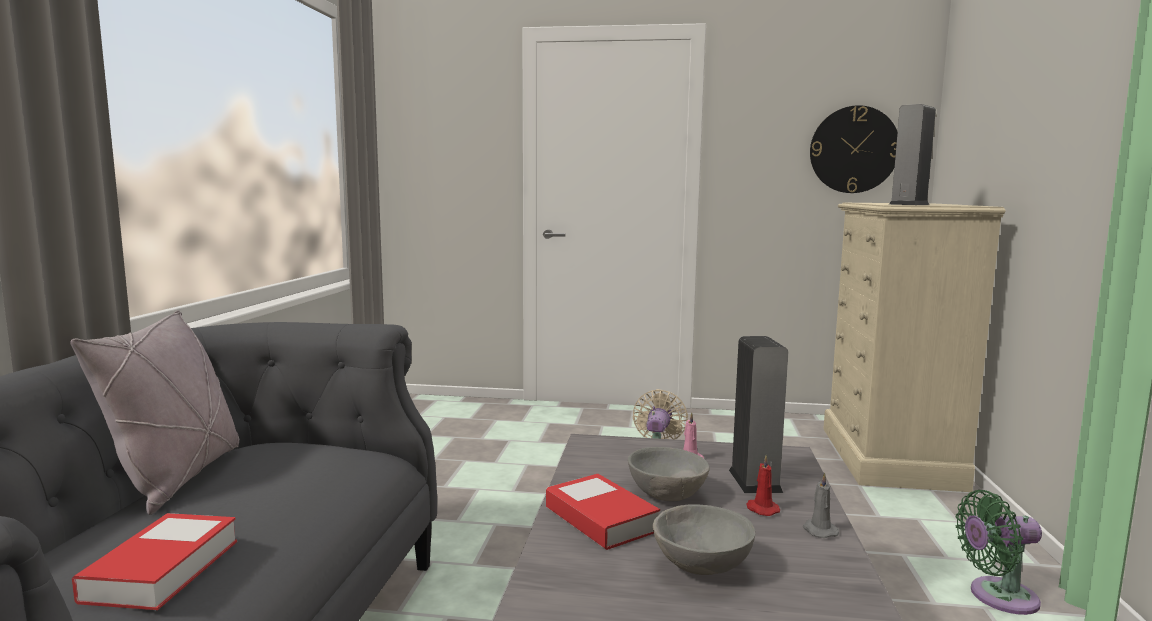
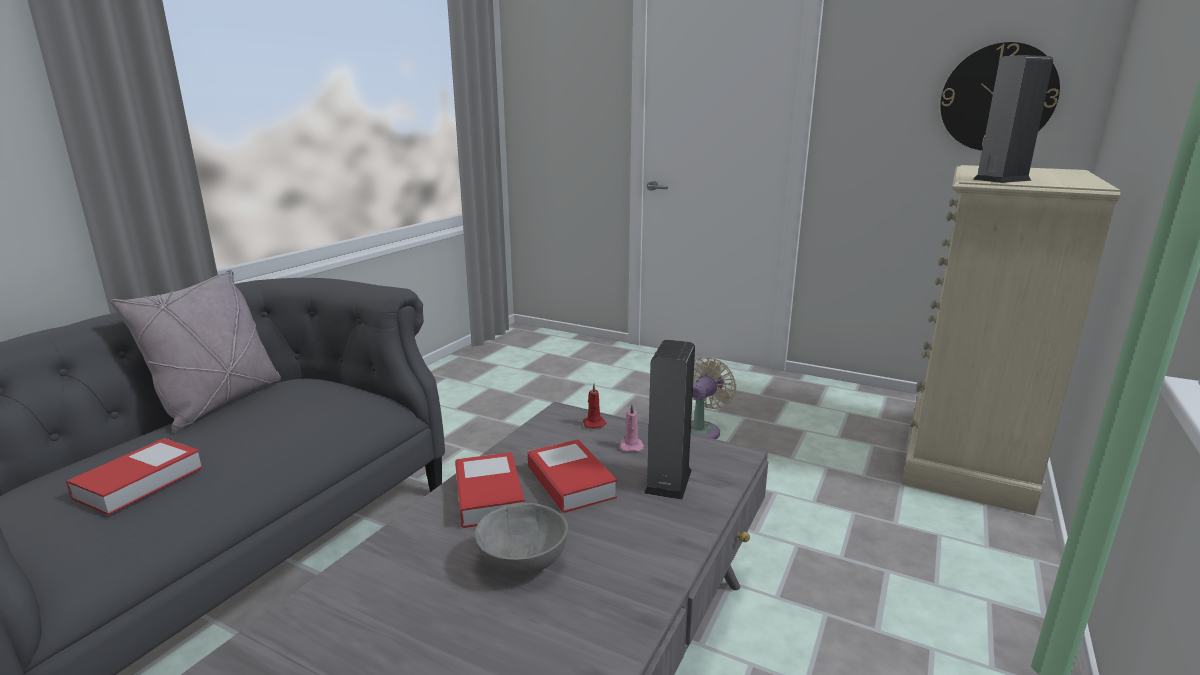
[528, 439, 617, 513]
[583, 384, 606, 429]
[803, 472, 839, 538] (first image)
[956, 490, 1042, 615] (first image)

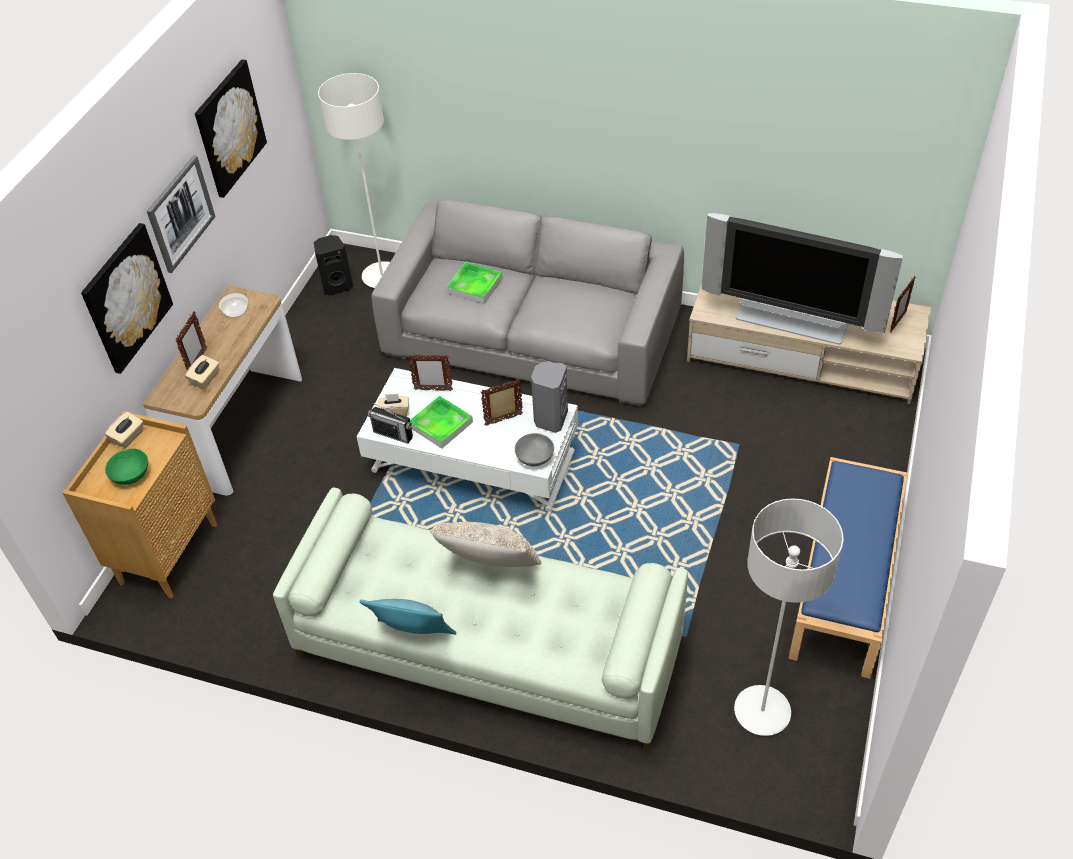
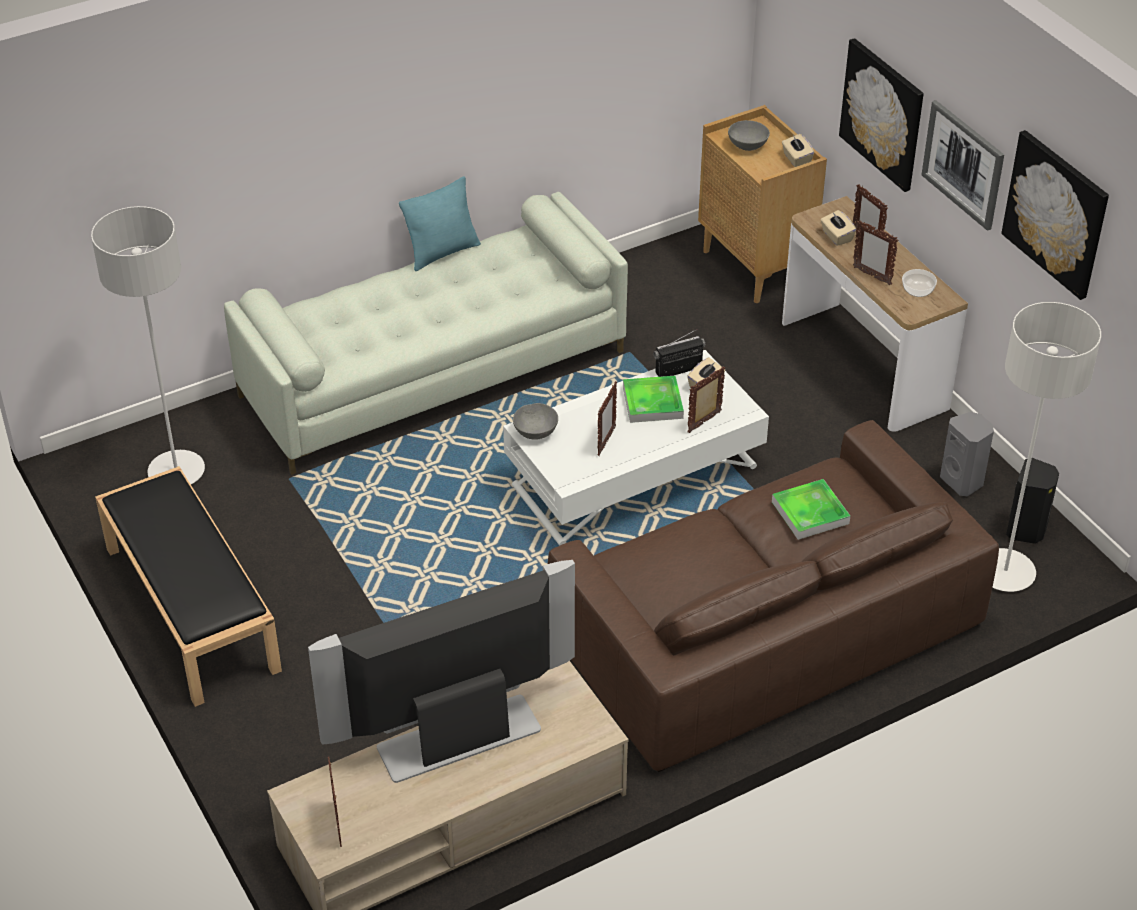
[95, 466, 282, 707]
[548, 420, 999, 772]
[728, 120, 770, 151]
[853, 220, 898, 285]
[940, 412, 994, 496]
[430, 522, 542, 567] (first image)

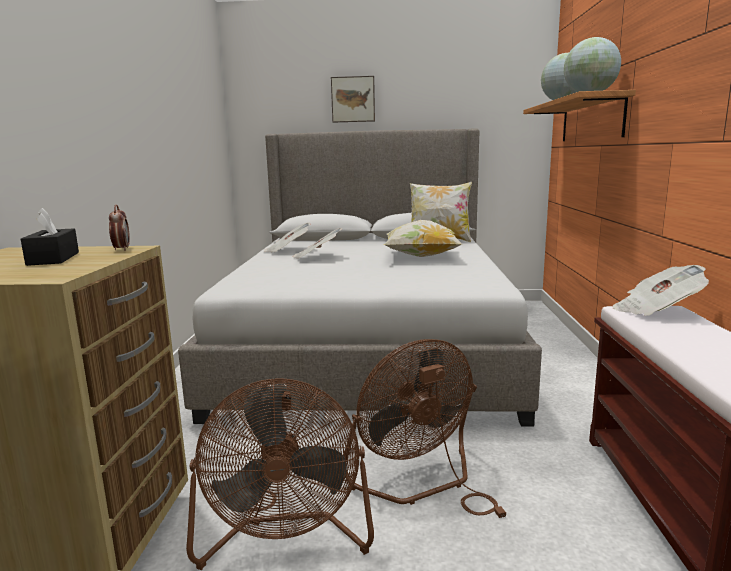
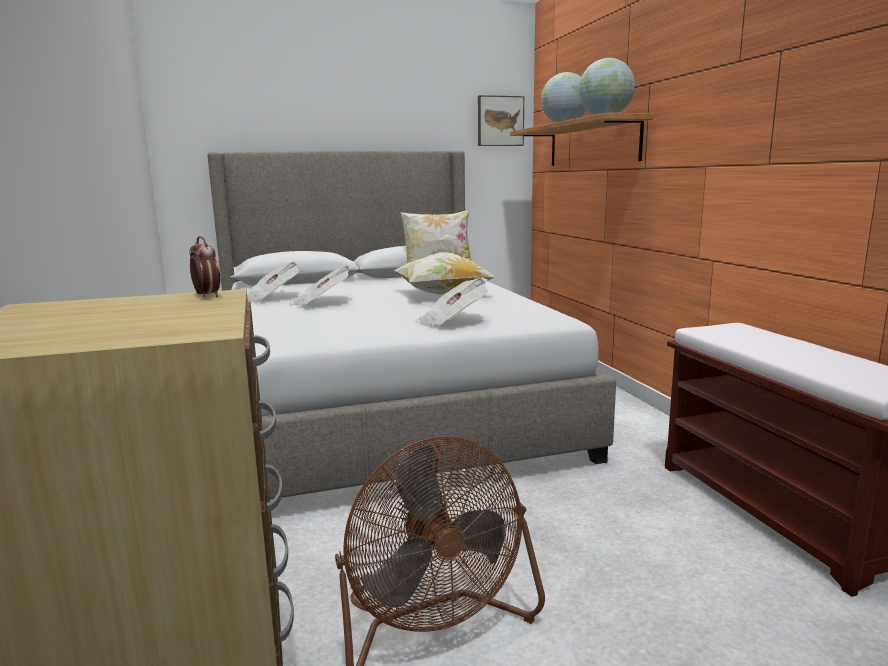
[415, 278, 488, 325]
[478, 95, 524, 146]
[21, 208, 79, 266] (first image)
[344, 339, 506, 518] (first image)

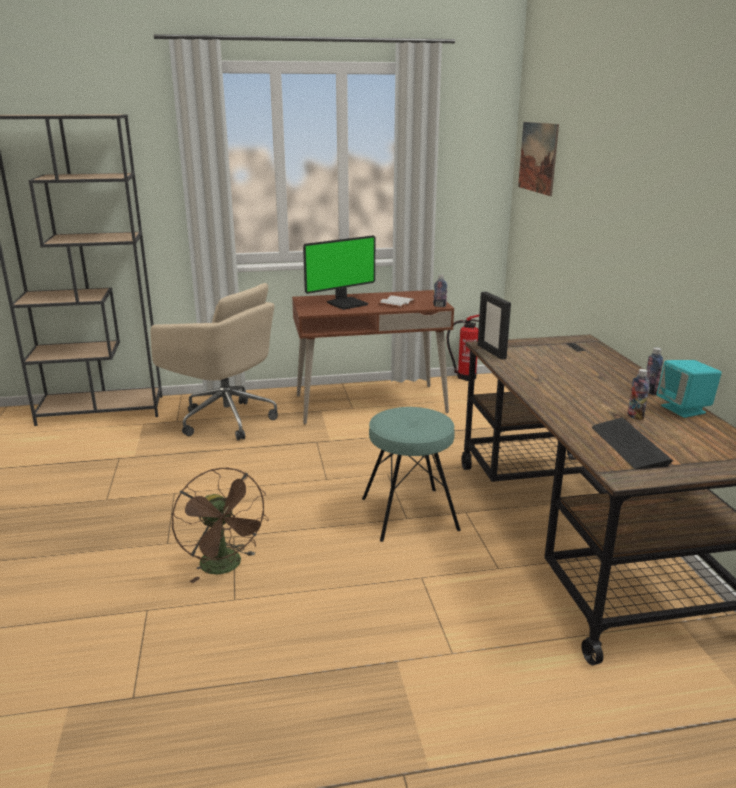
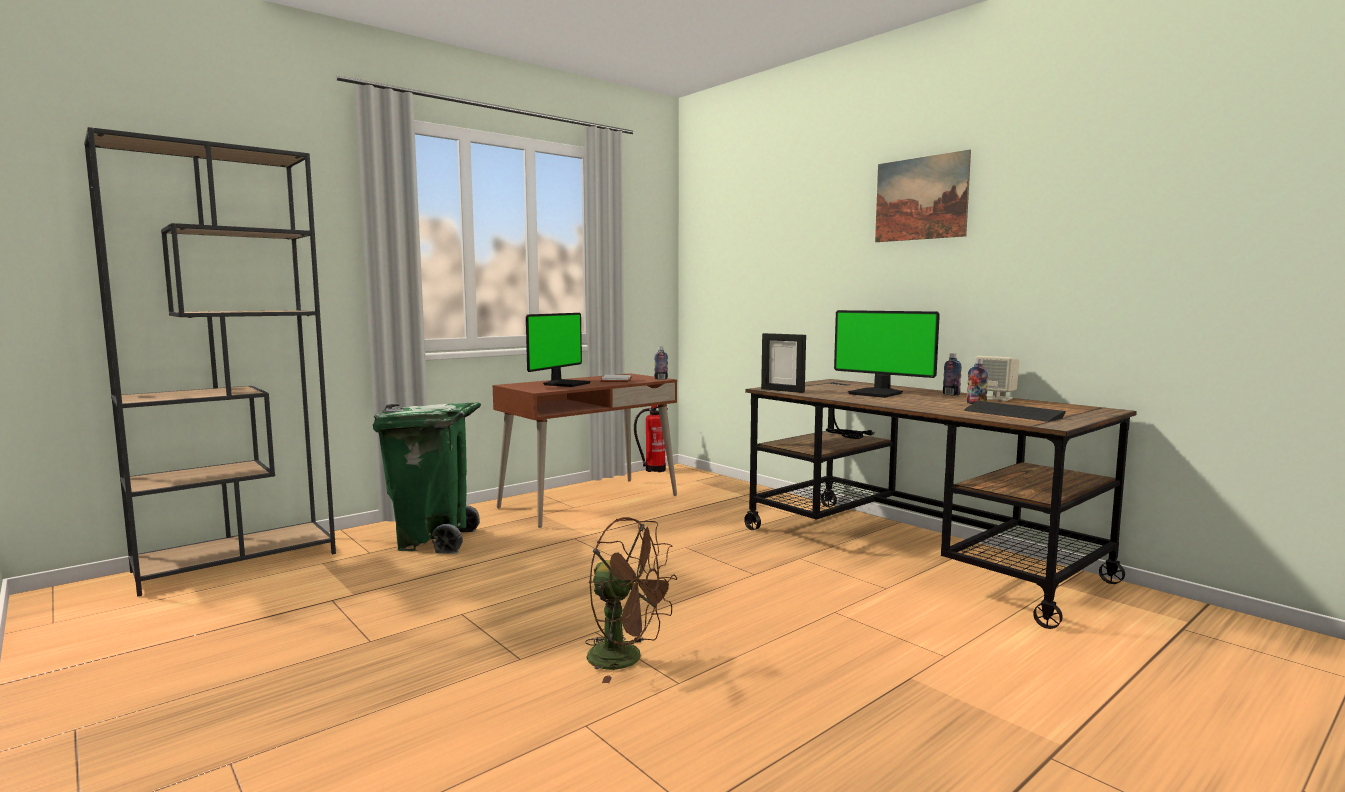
[373, 403, 481, 554]
[834, 310, 940, 398]
[875, 150, 971, 242]
[975, 356, 1019, 401]
[362, 407, 461, 542] (first image)

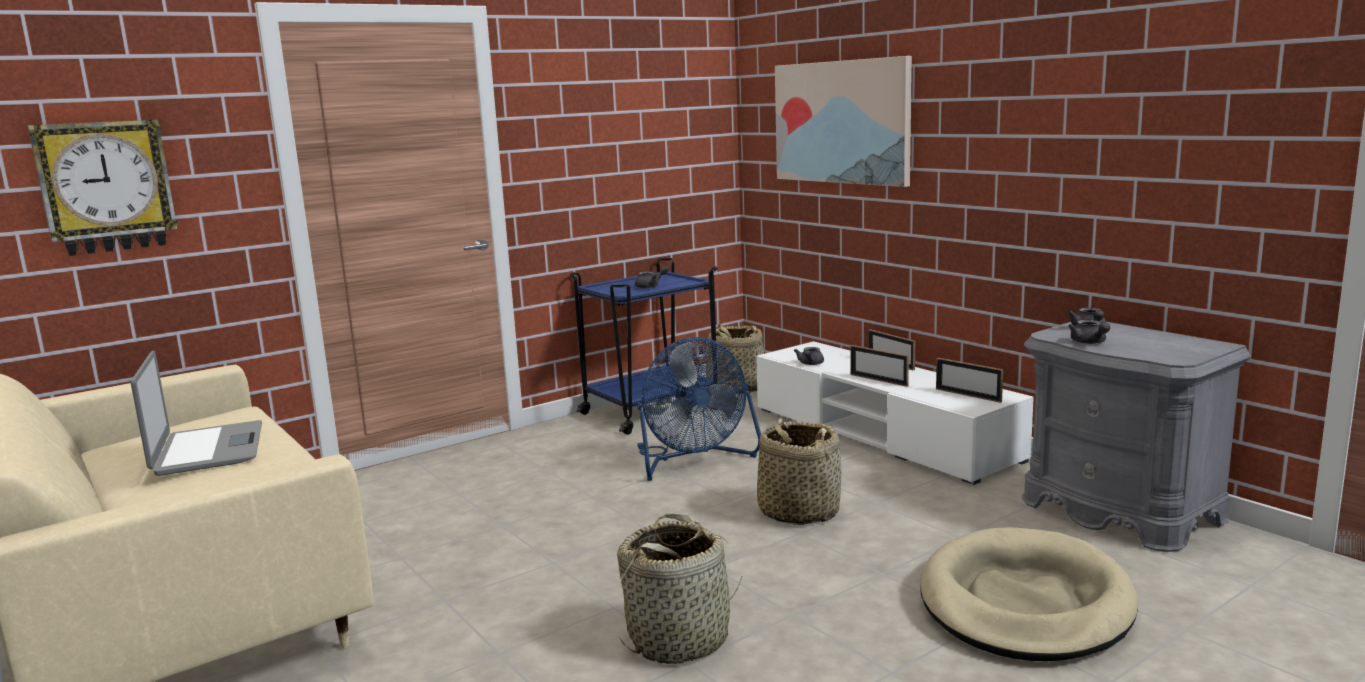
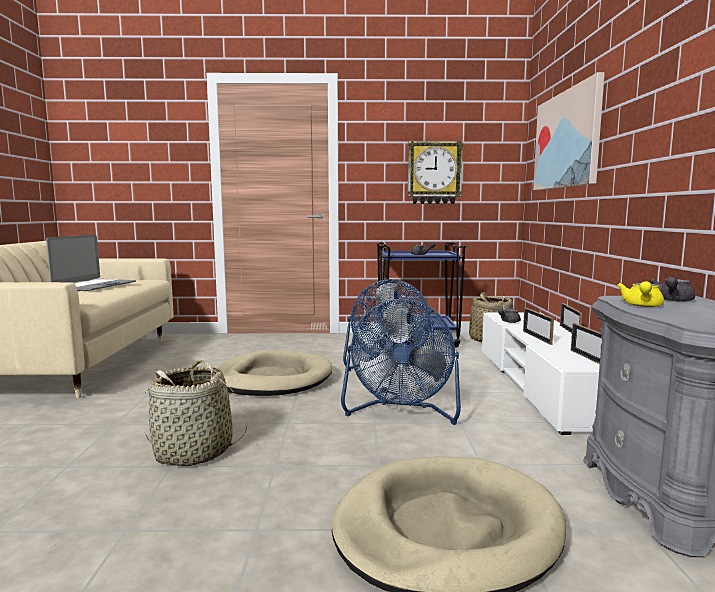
[215, 350, 332, 396]
[341, 299, 461, 425]
[408, 141, 463, 204]
[617, 281, 664, 307]

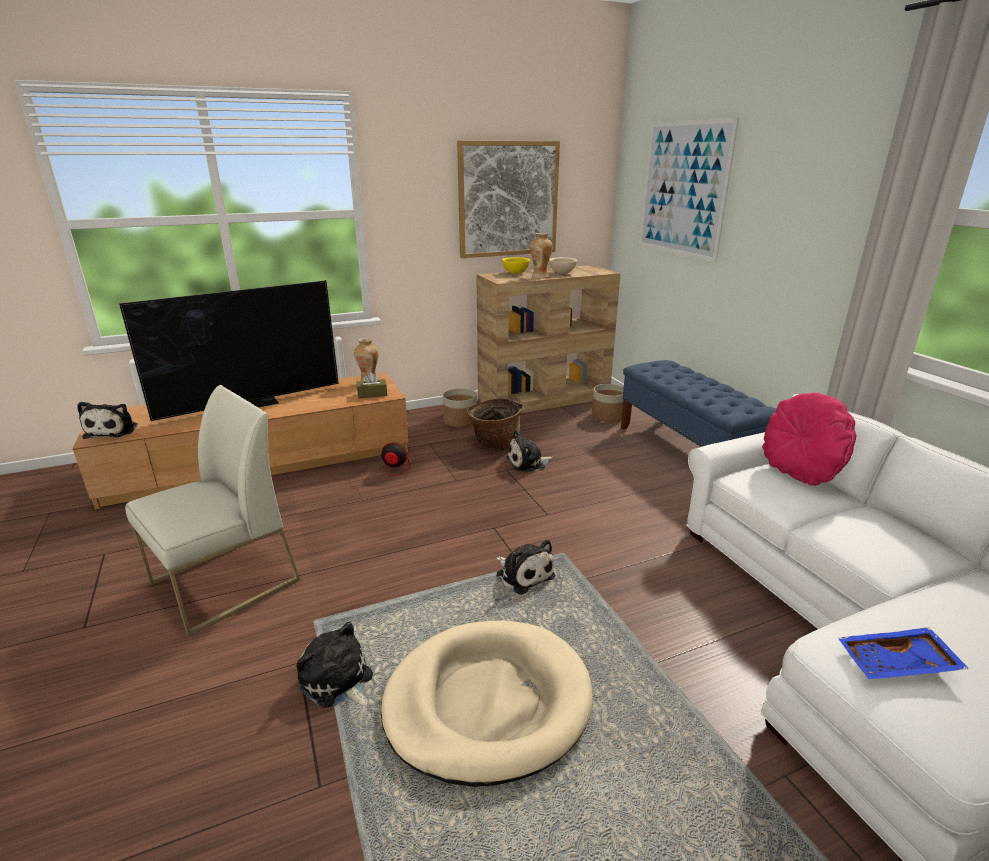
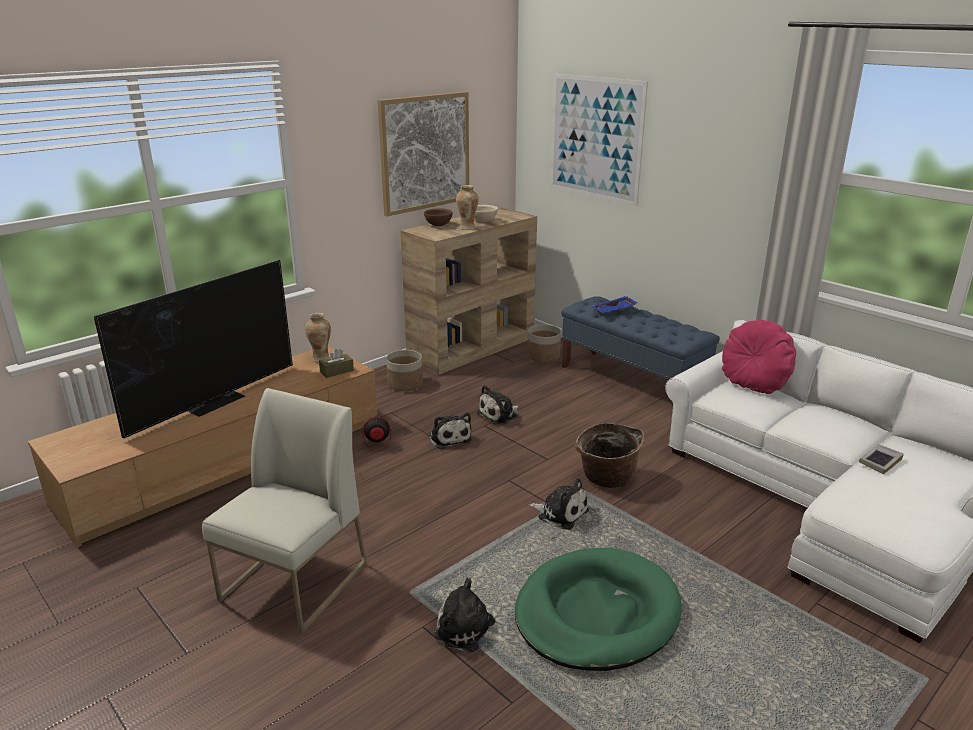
[424, 208, 453, 226]
[429, 413, 472, 449]
[515, 548, 682, 671]
[575, 423, 644, 488]
[592, 296, 638, 313]
[859, 444, 904, 474]

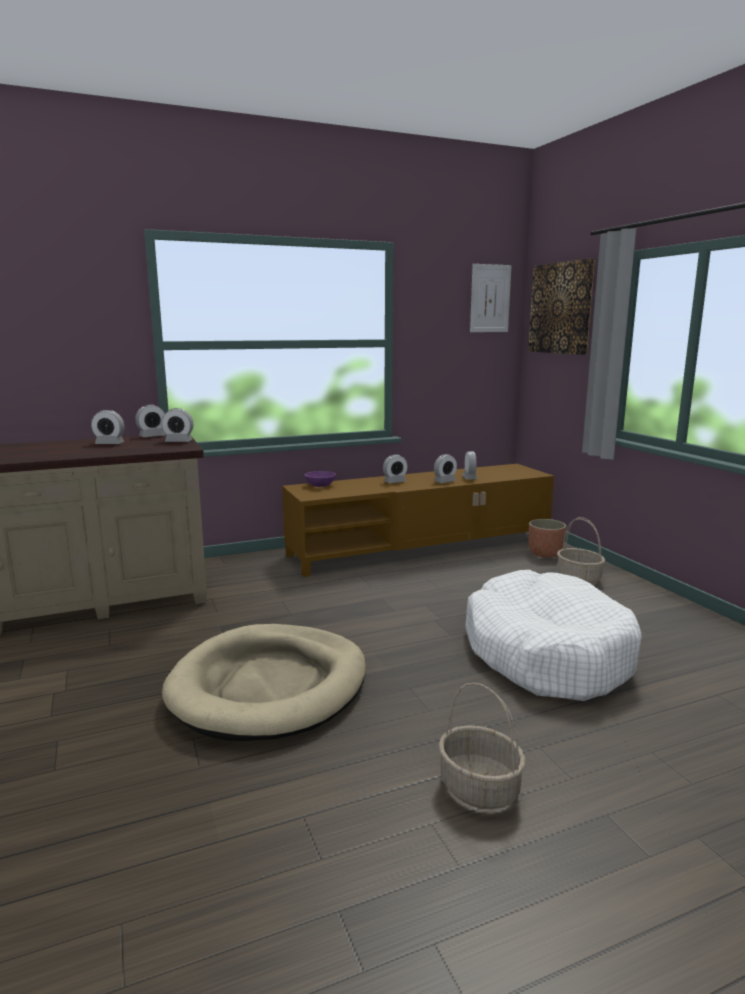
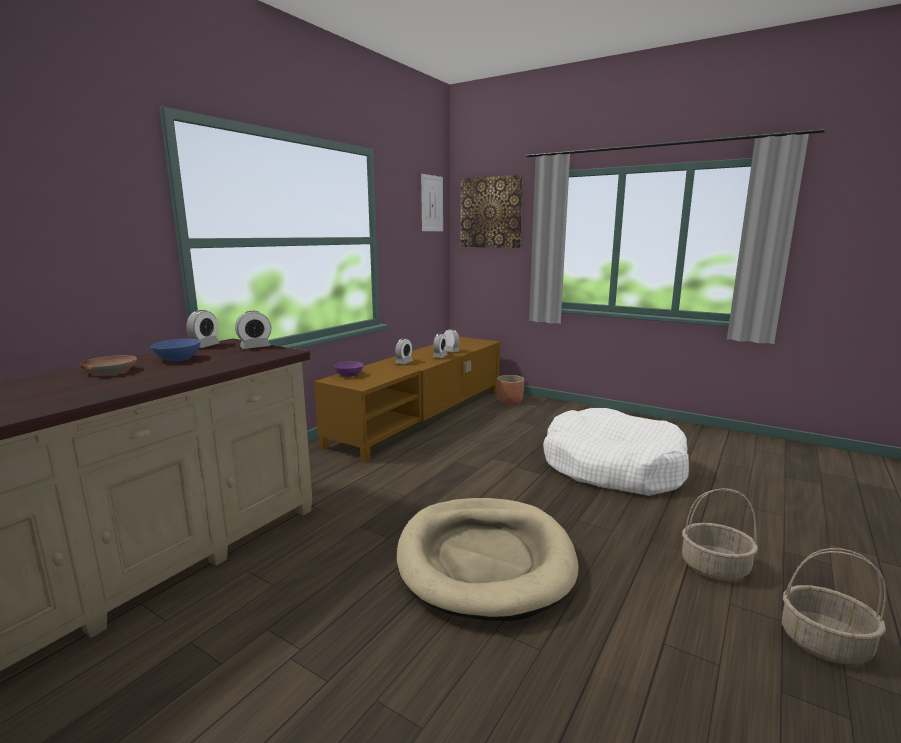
[80, 355, 137, 375]
[151, 339, 200, 362]
[782, 548, 886, 664]

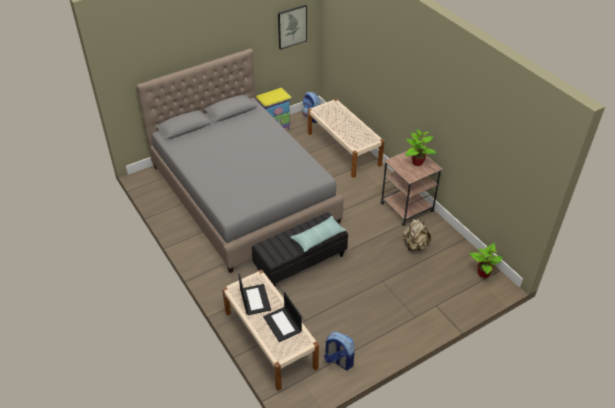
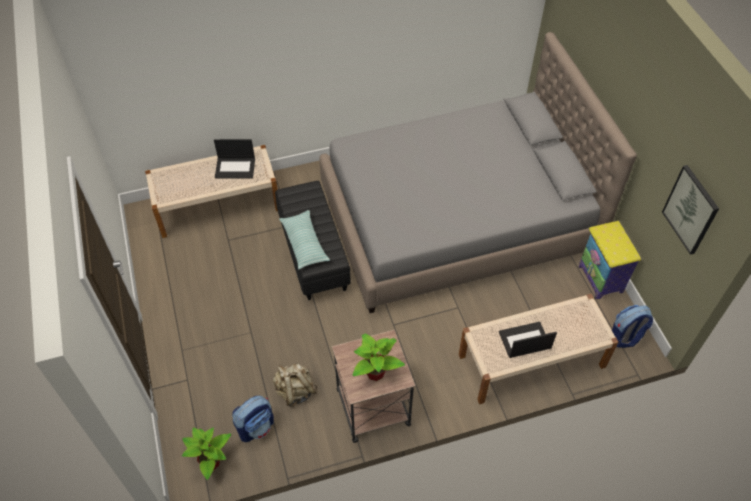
[232, 396, 274, 442]
[499, 322, 557, 358]

